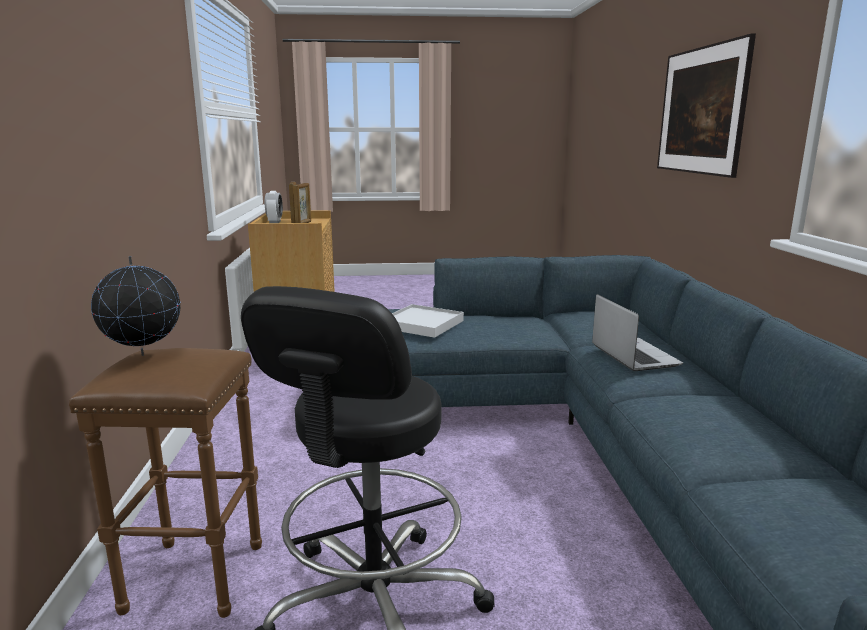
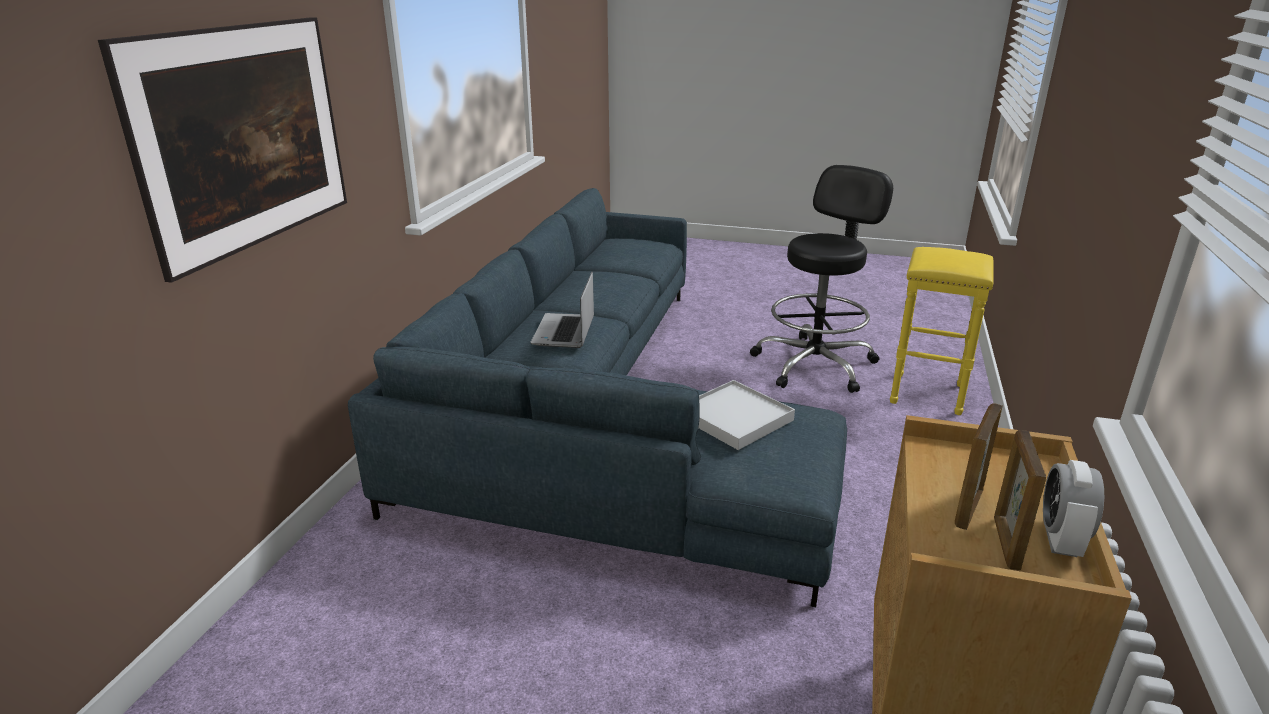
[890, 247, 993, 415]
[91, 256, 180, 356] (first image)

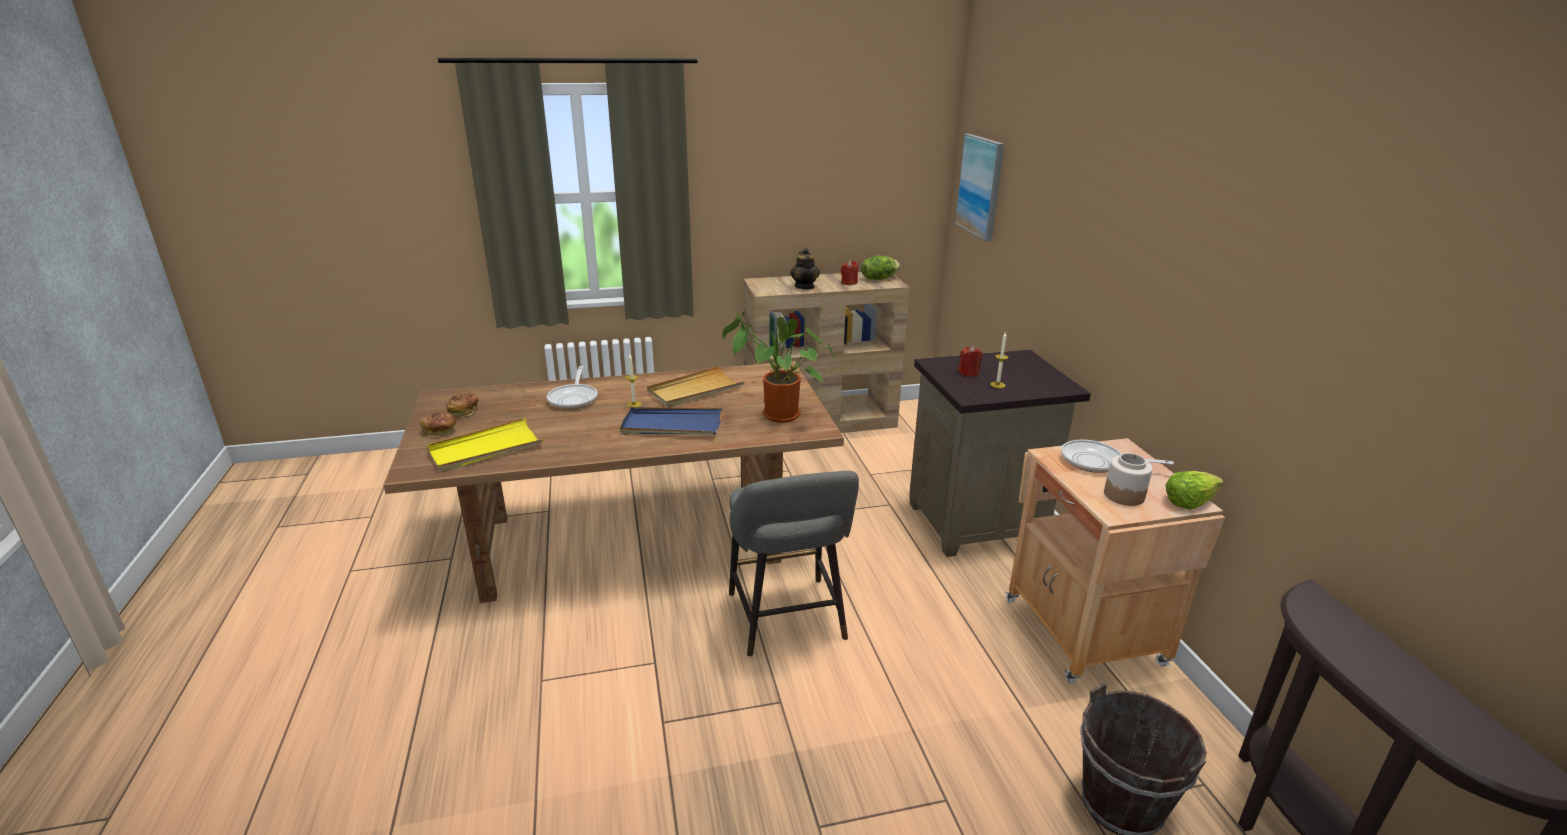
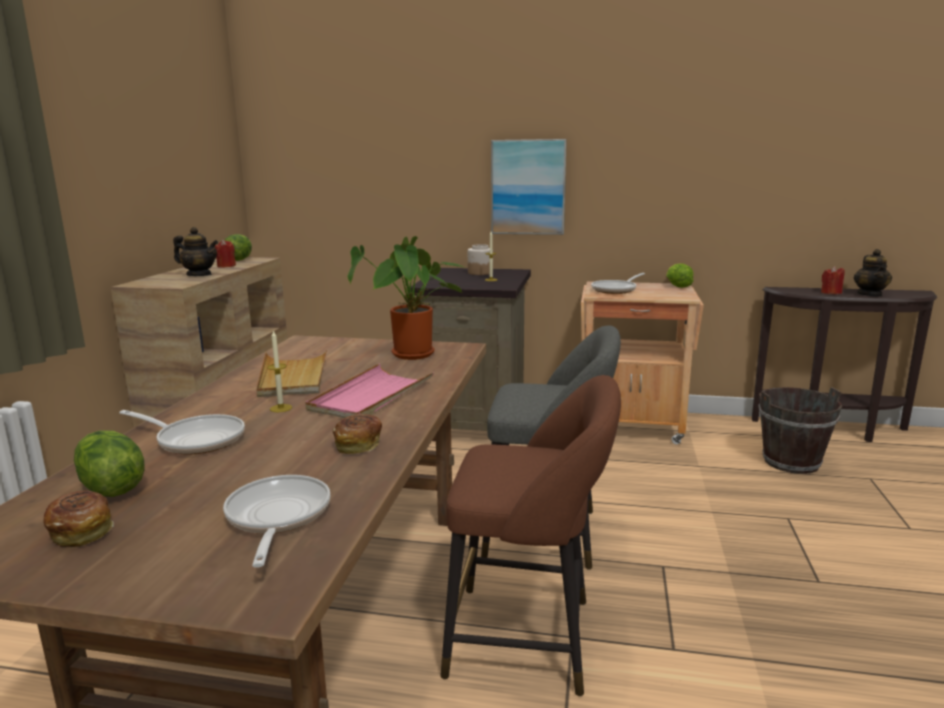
[74, 431, 145, 497]
[223, 475, 331, 568]
[305, 364, 434, 418]
[333, 414, 382, 454]
[440, 375, 621, 696]
[468, 244, 493, 275]
[491, 139, 567, 235]
[821, 266, 844, 294]
[854, 249, 892, 297]

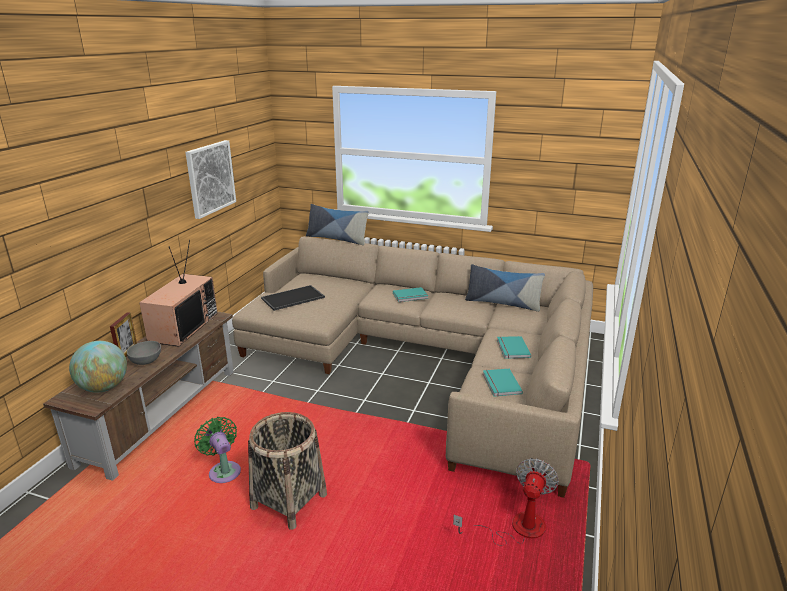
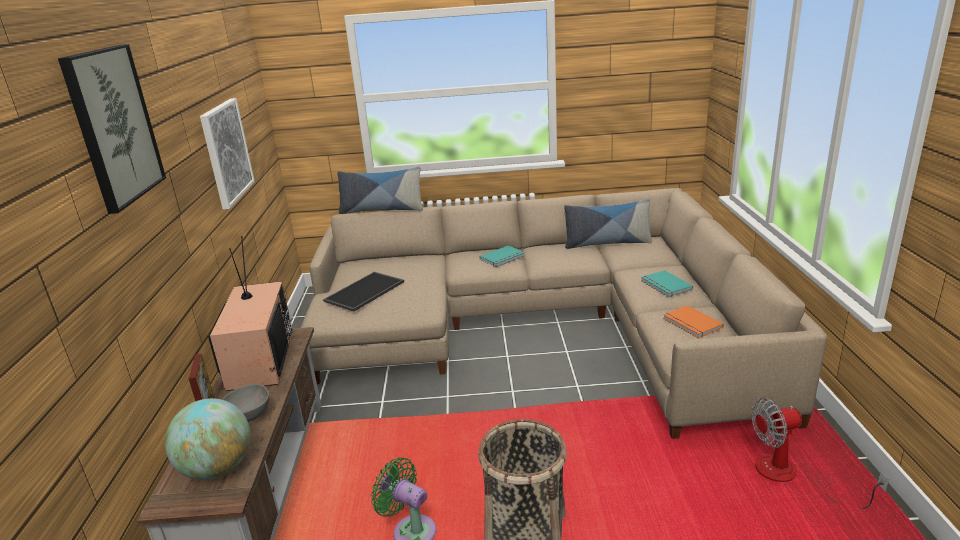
[58, 44, 166, 214]
[663, 305, 724, 339]
[751, 398, 889, 509]

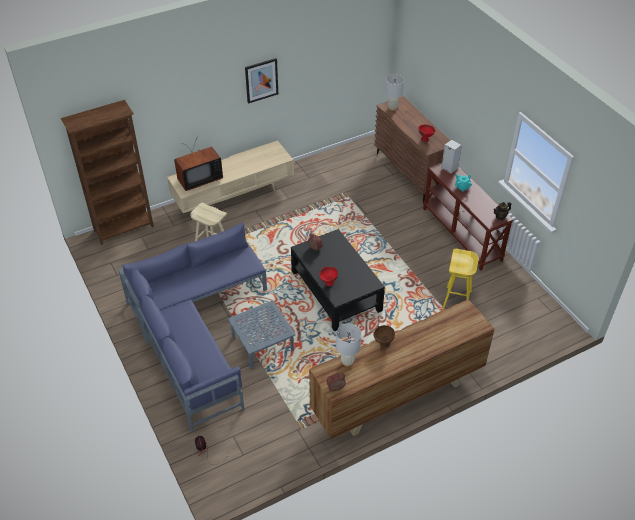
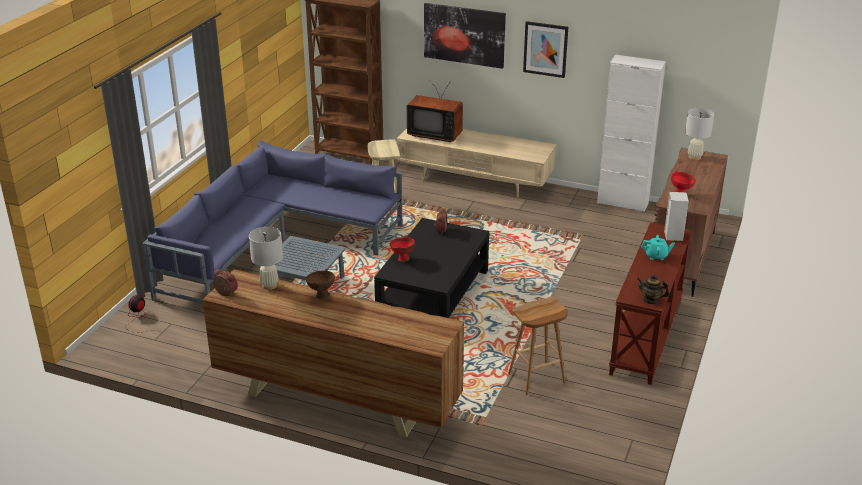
[424, 3, 506, 69]
[508, 296, 568, 395]
[597, 54, 666, 212]

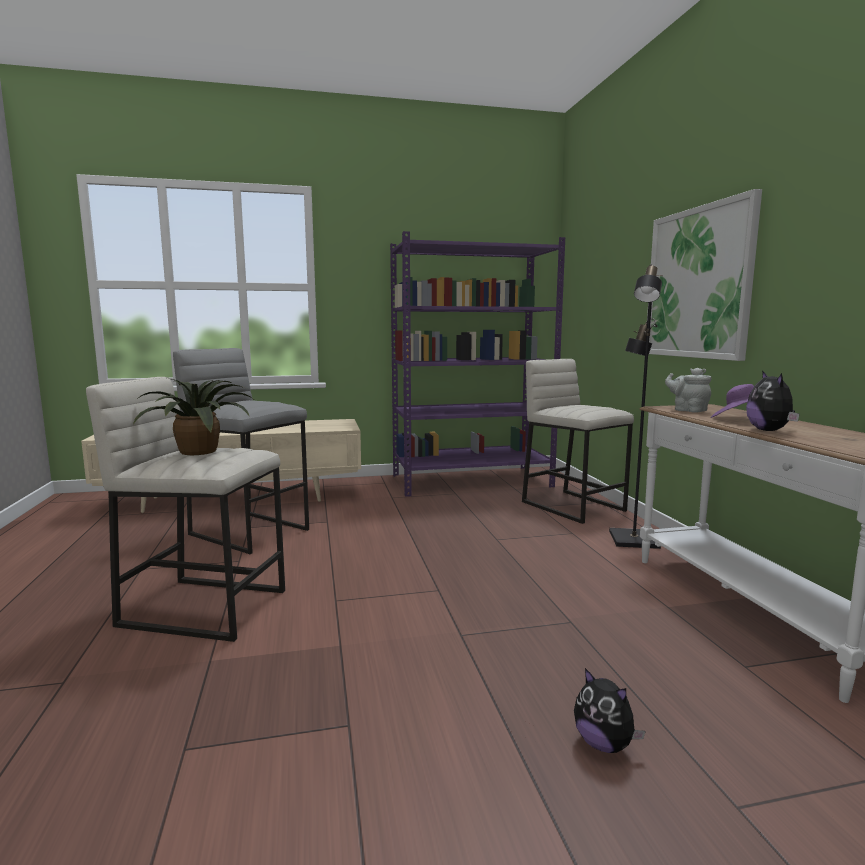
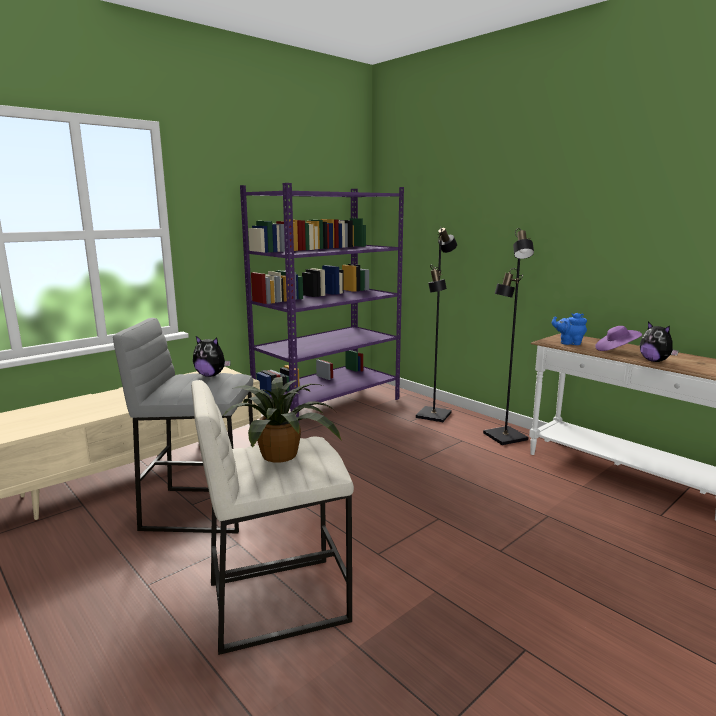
[193, 336, 231, 377]
[416, 226, 457, 422]
[552, 313, 587, 345]
[647, 189, 762, 361] (first image)

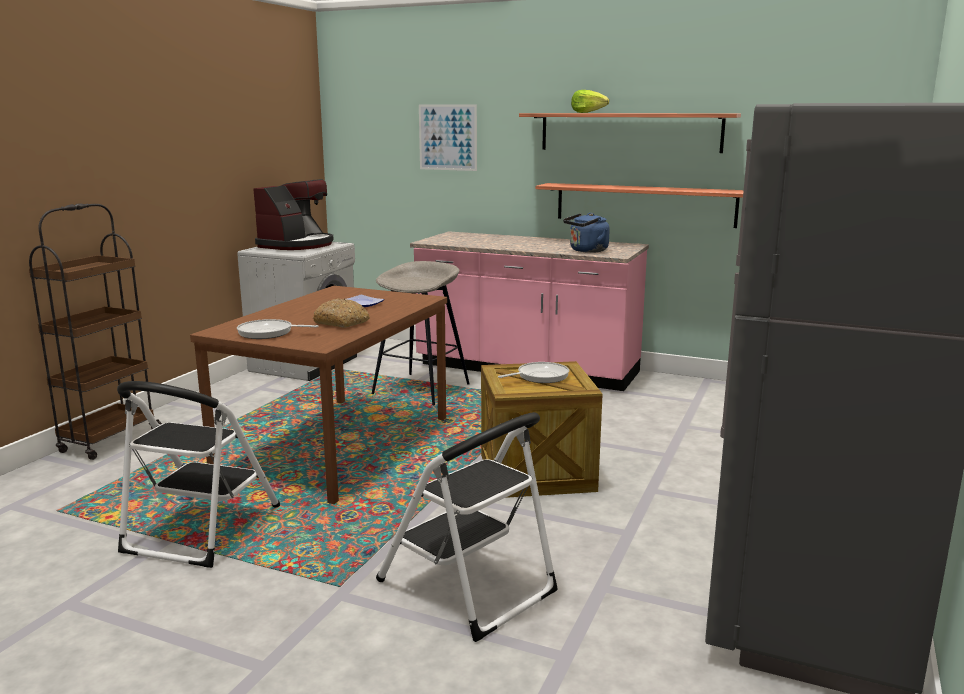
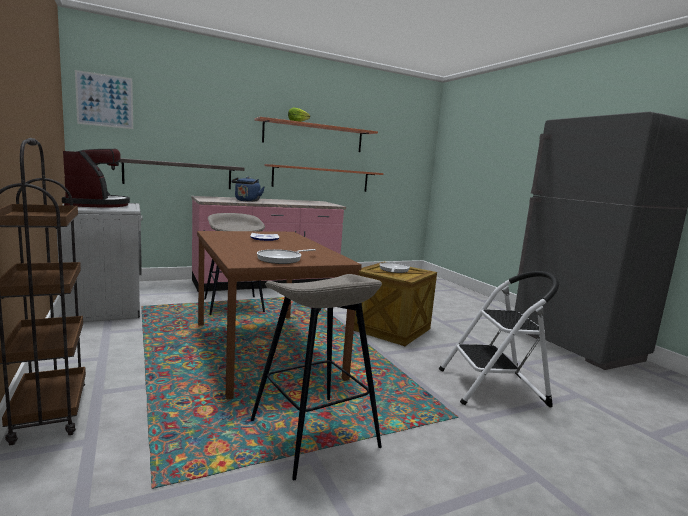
[75, 70, 133, 129]
[120, 158, 245, 189]
[231, 177, 265, 202]
[251, 274, 382, 480]
[313, 298, 370, 328] (first image)

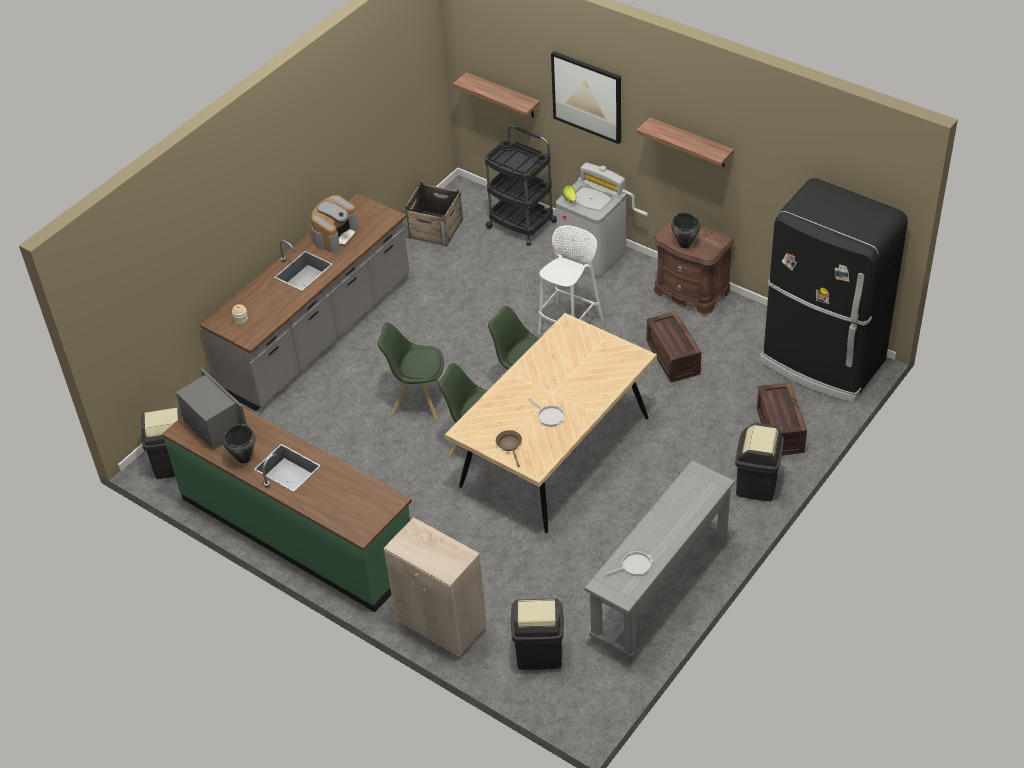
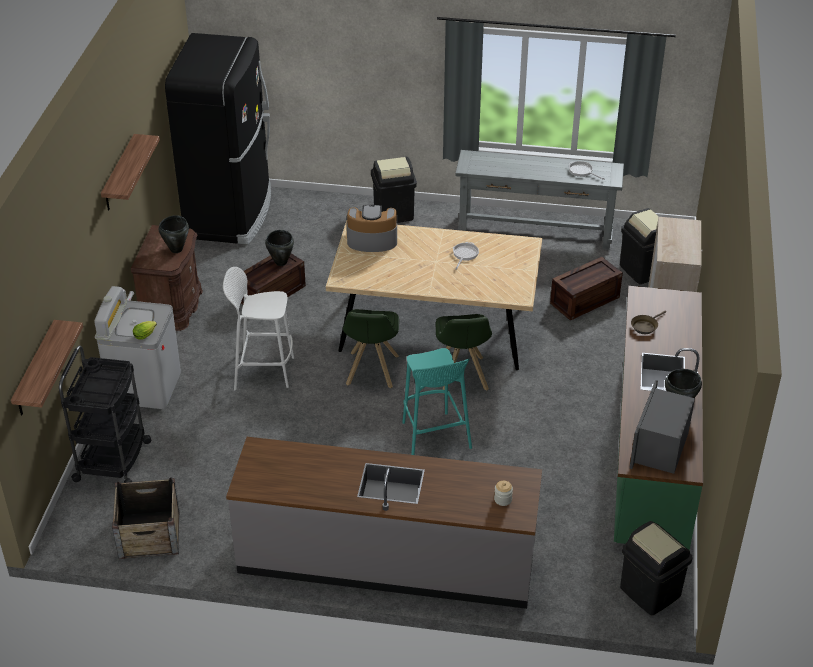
[265, 230, 294, 266]
[347, 205, 397, 252]
[402, 348, 472, 455]
[550, 257, 623, 320]
[631, 311, 666, 334]
[551, 51, 621, 144] (first image)

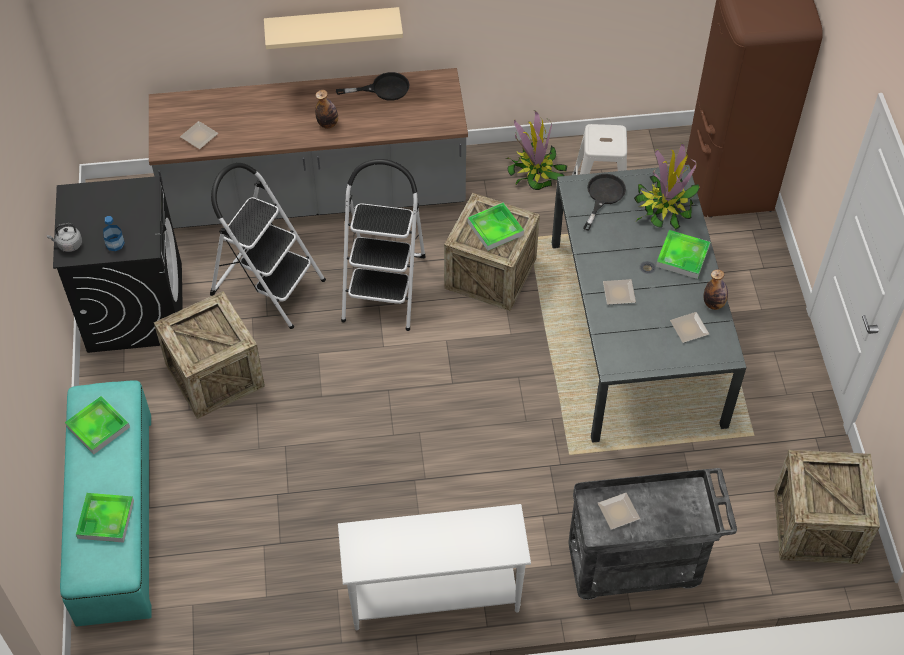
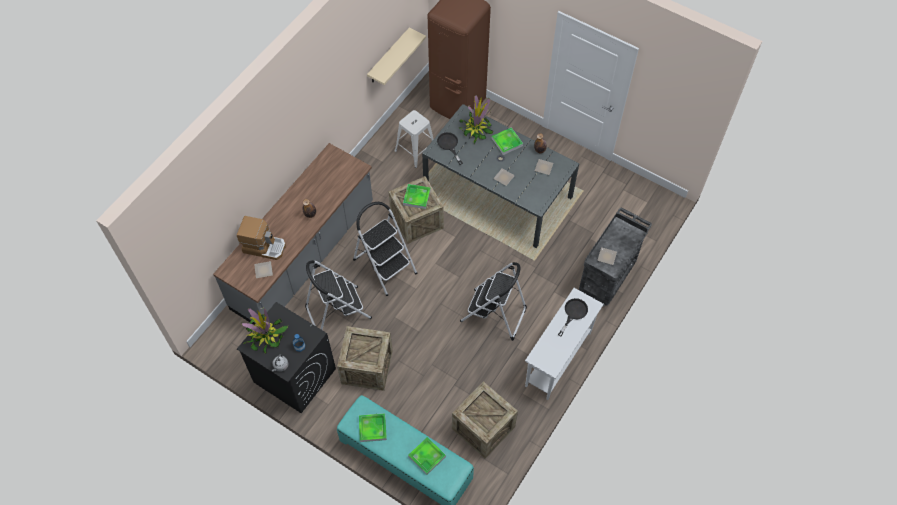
[237, 216, 286, 260]
[242, 308, 288, 354]
[367, 27, 426, 85]
[452, 381, 518, 459]
[460, 262, 527, 341]
[558, 298, 588, 336]

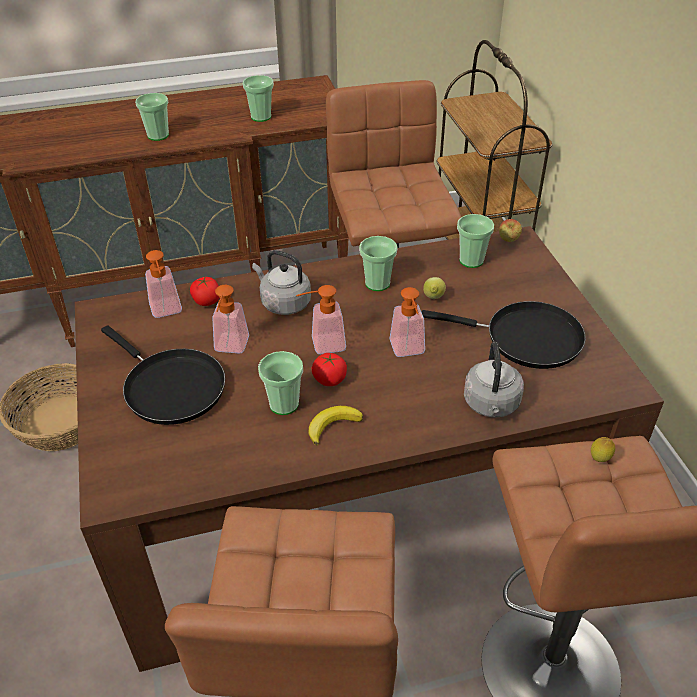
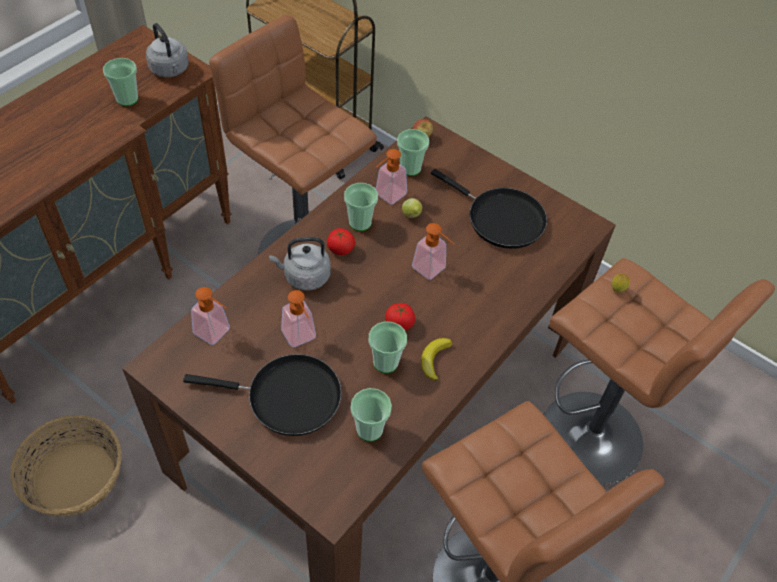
[146, 23, 189, 77]
[327, 228, 356, 255]
[350, 388, 392, 442]
[376, 149, 407, 205]
[431, 169, 547, 249]

